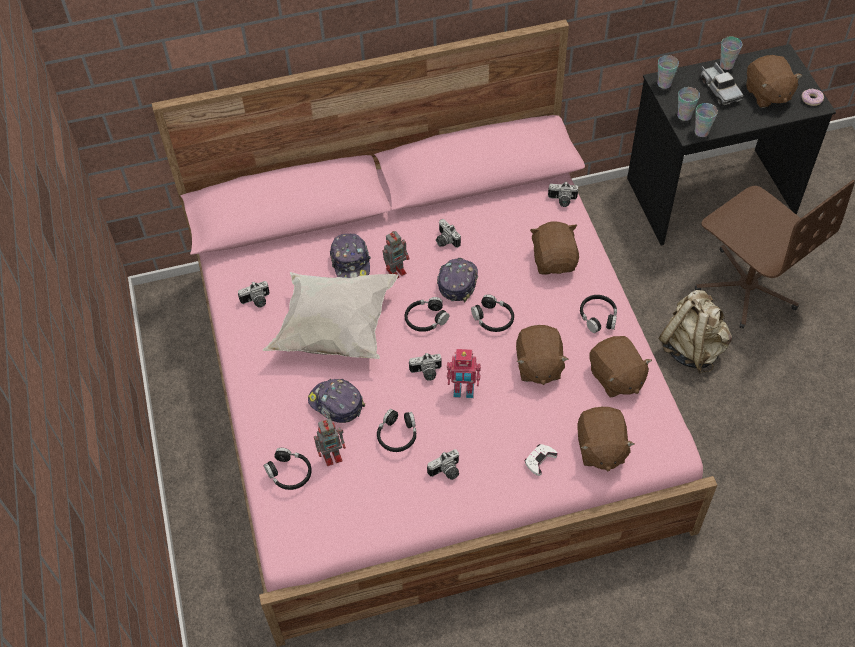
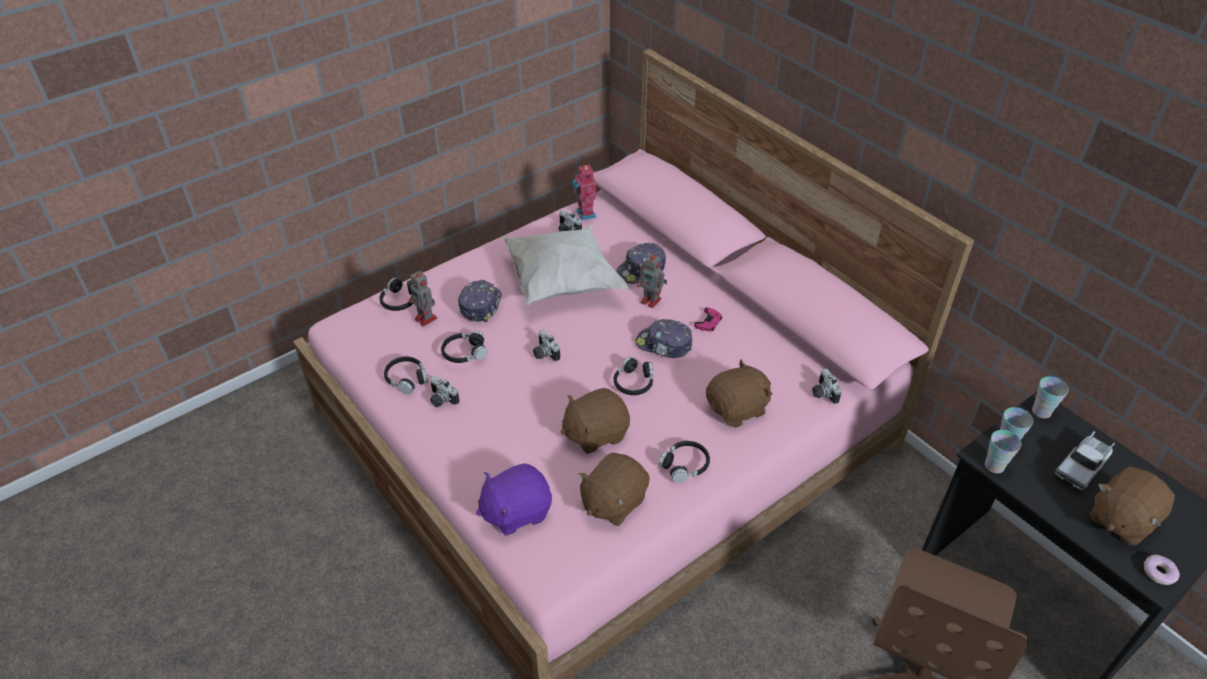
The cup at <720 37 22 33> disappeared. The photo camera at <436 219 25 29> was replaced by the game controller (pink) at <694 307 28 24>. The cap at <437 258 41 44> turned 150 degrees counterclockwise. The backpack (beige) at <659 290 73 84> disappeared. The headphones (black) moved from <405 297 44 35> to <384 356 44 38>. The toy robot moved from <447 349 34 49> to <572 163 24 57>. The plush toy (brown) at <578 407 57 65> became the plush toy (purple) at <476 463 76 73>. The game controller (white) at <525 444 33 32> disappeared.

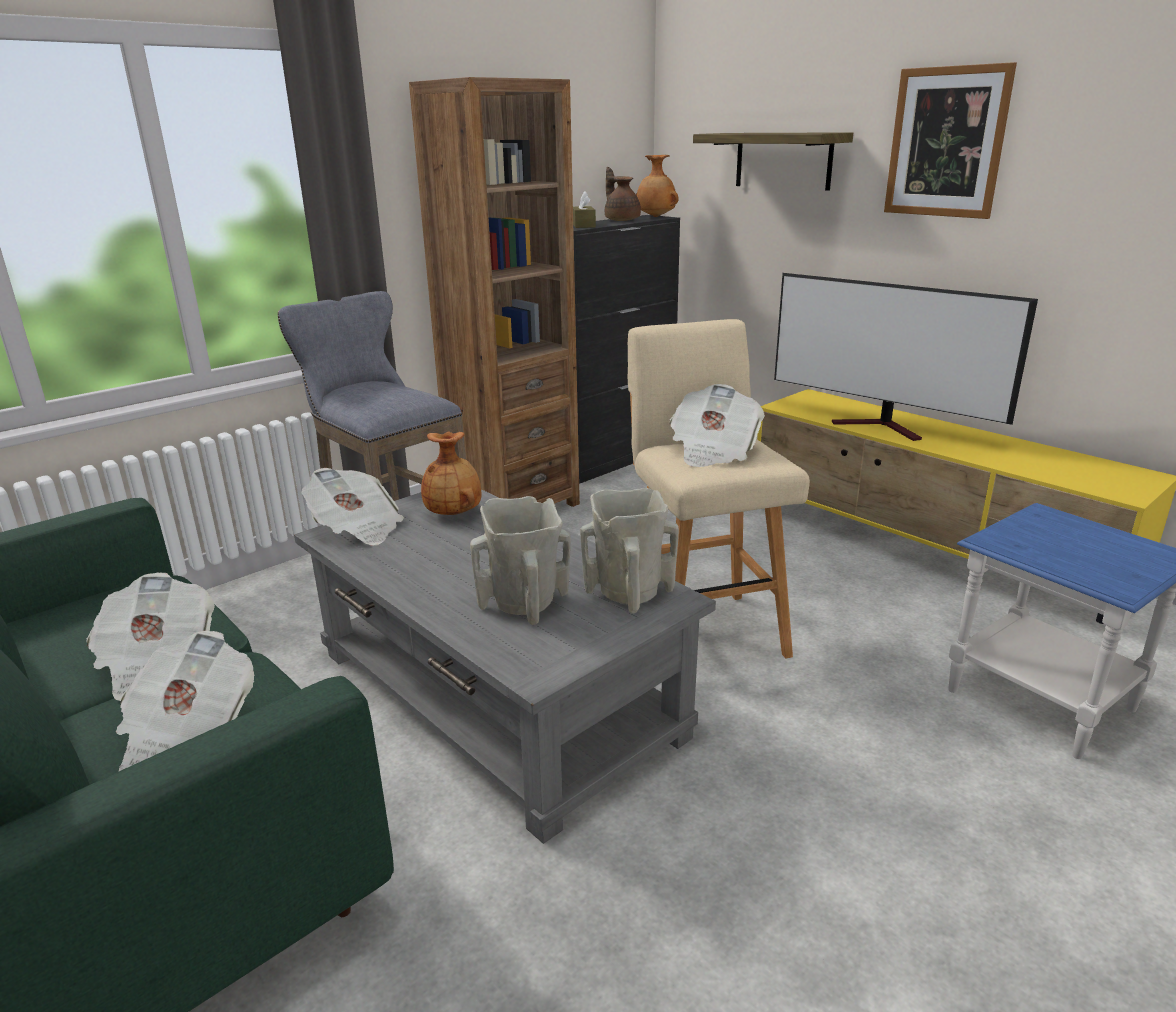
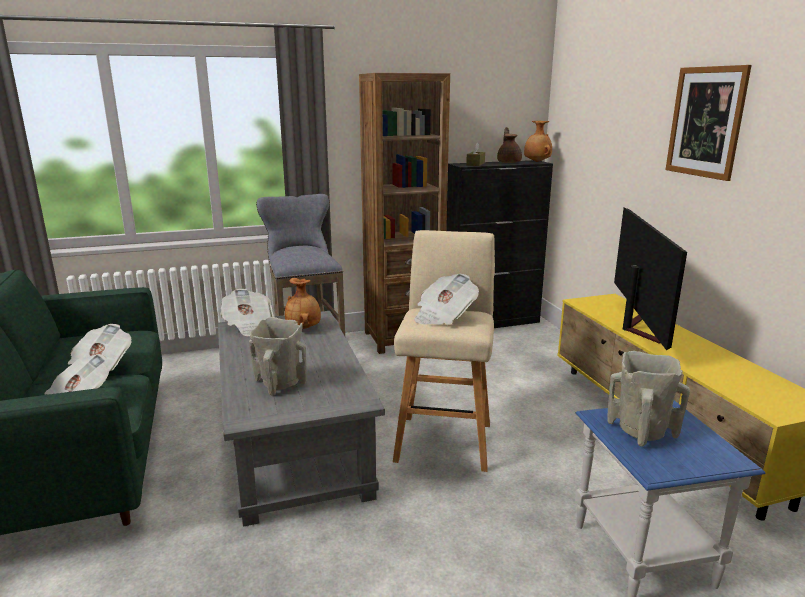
The shelf at <693 132 160 59> disappeared. The television at <774 273 264 168> turned 150 degrees counterclockwise. The vase (beige) moved from <580 488 99 126> to <607 351 83 96>.

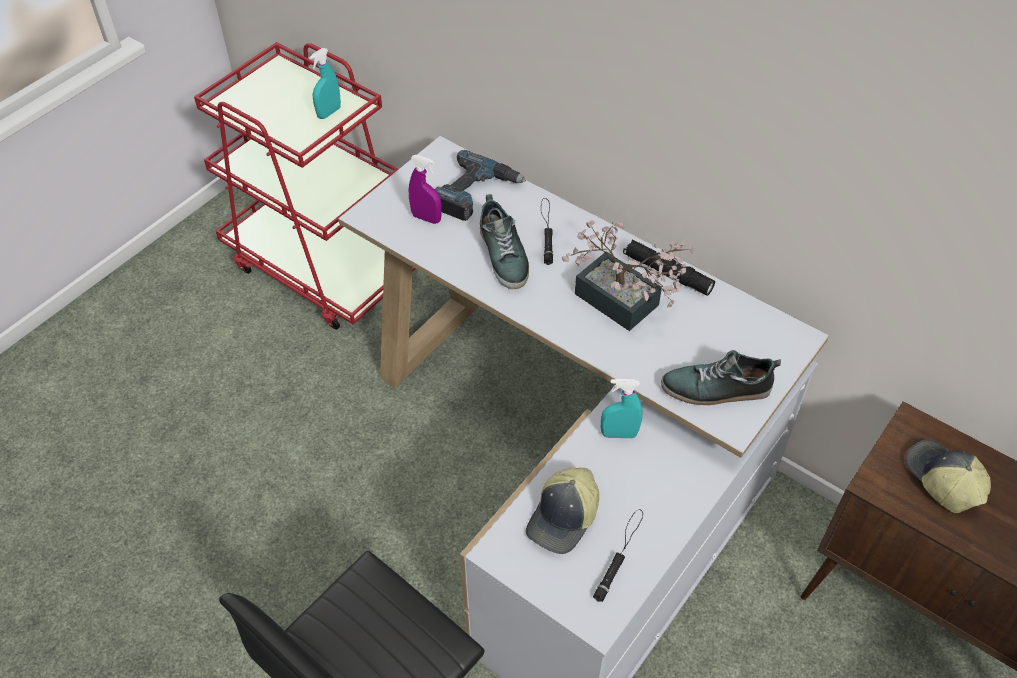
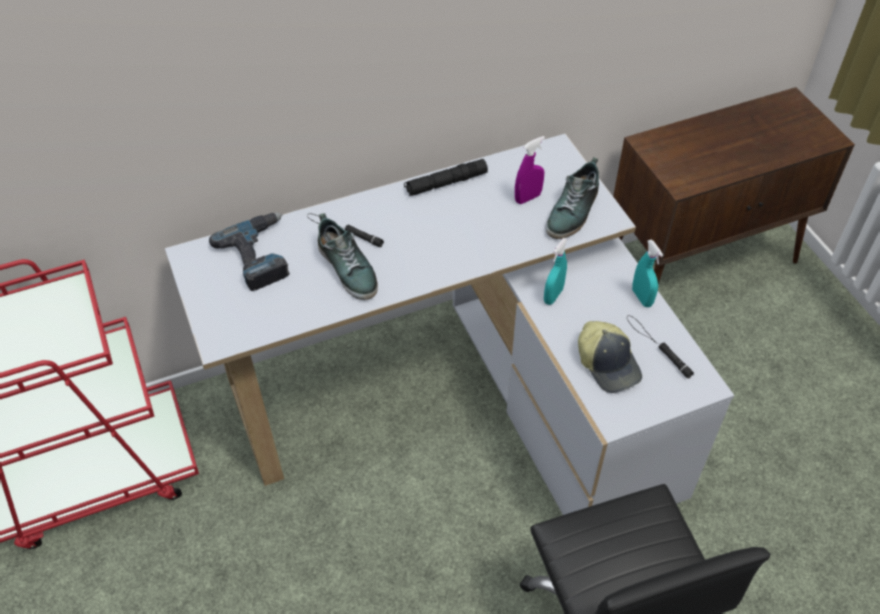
The spray bottle (turquoise) moved from <309 48 32 71> to <632 240 31 67>. The spray bottle (purple) moved from <409 155 33 69> to <515 136 30 68>. The shoe at <480 194 49 95> turned 45 degrees clockwise. The potted plant at <562 221 132 110> disappeared. The cap at <905 440 86 73> disappeared.

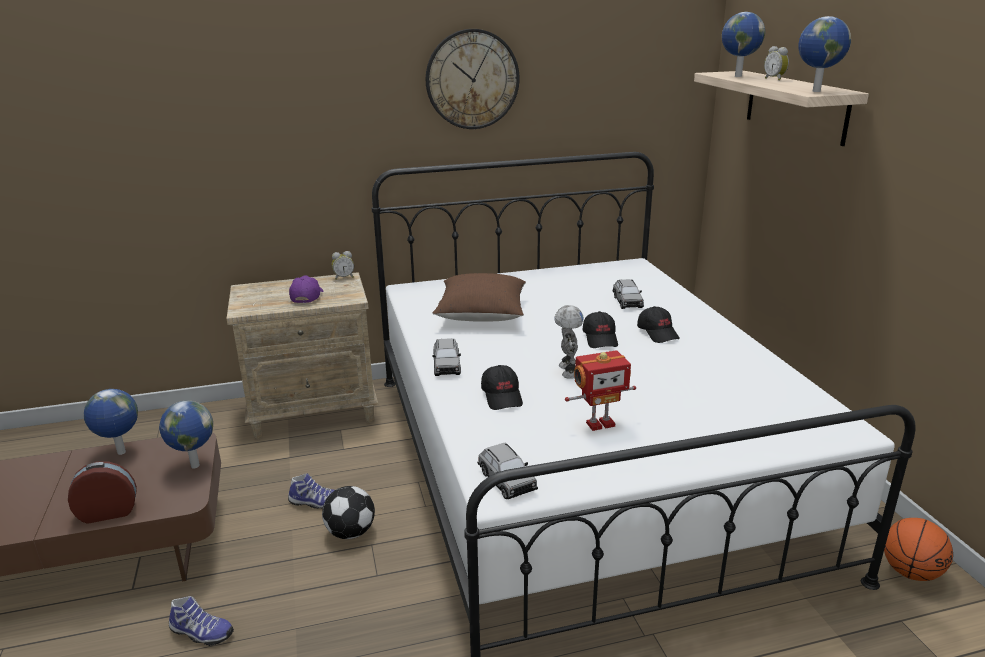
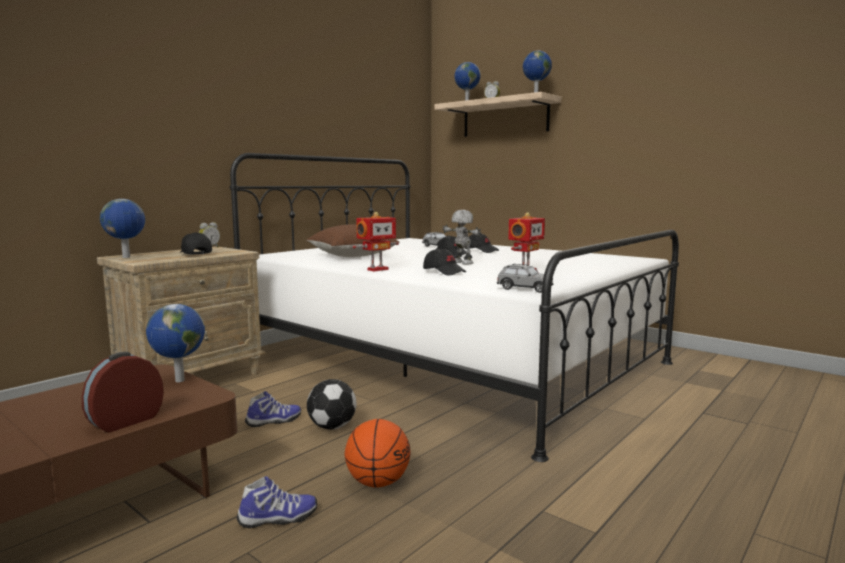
The wall clock at <426 29 93 100> disappeared. The cap (purple) at <289 275 35 28> became the cap (black) at <180 233 32 22>. The toy car (grey) at <432 338 29 38> was replaced by the toy robot at <353 212 46 59>. The globe moved from <84 389 54 66> to <100 199 45 59>. The basketball moved from <884 518 69 63> to <345 419 66 69>.

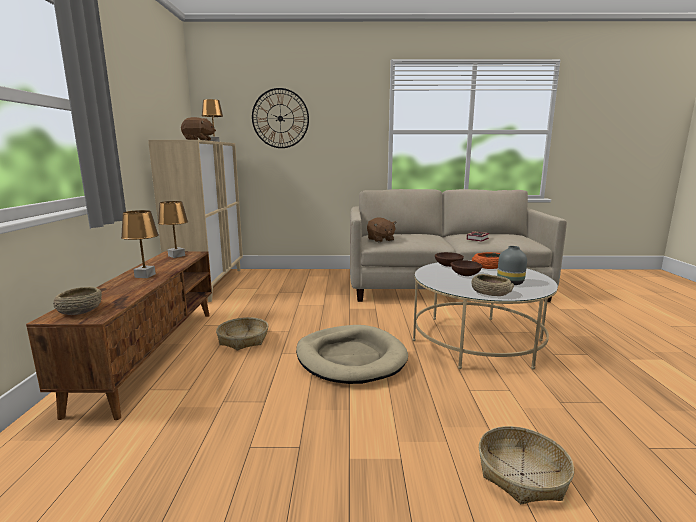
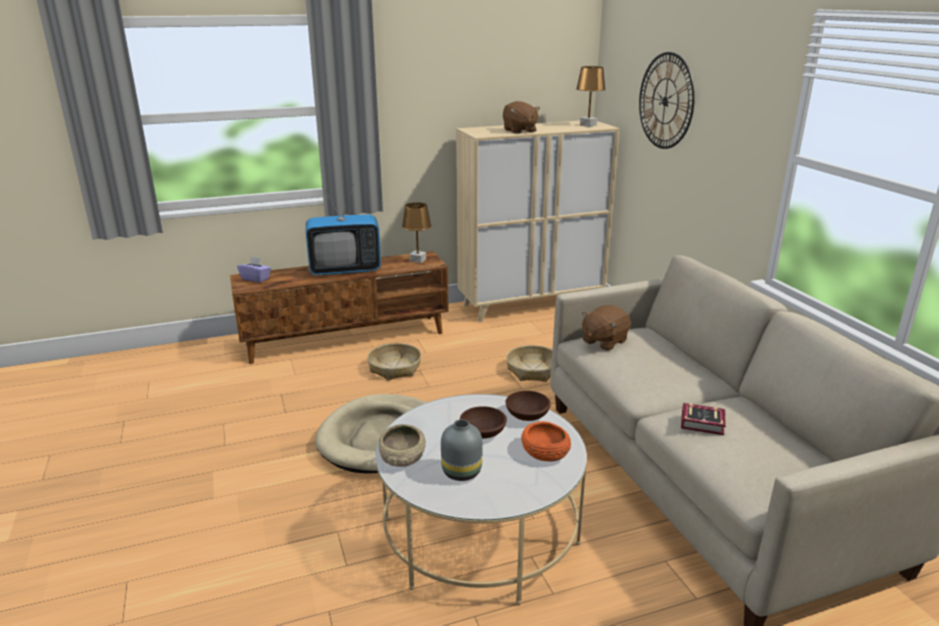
The table lamp (brown) at <121 210 38 68> was replaced by the television at <306 184 75 91>. The bowl (beige) at <53 287 49 28> was replaced by the tissue box (purple) at <237 257 34 26>. The basket moved from <479 426 95 78> to <506 345 47 37>.

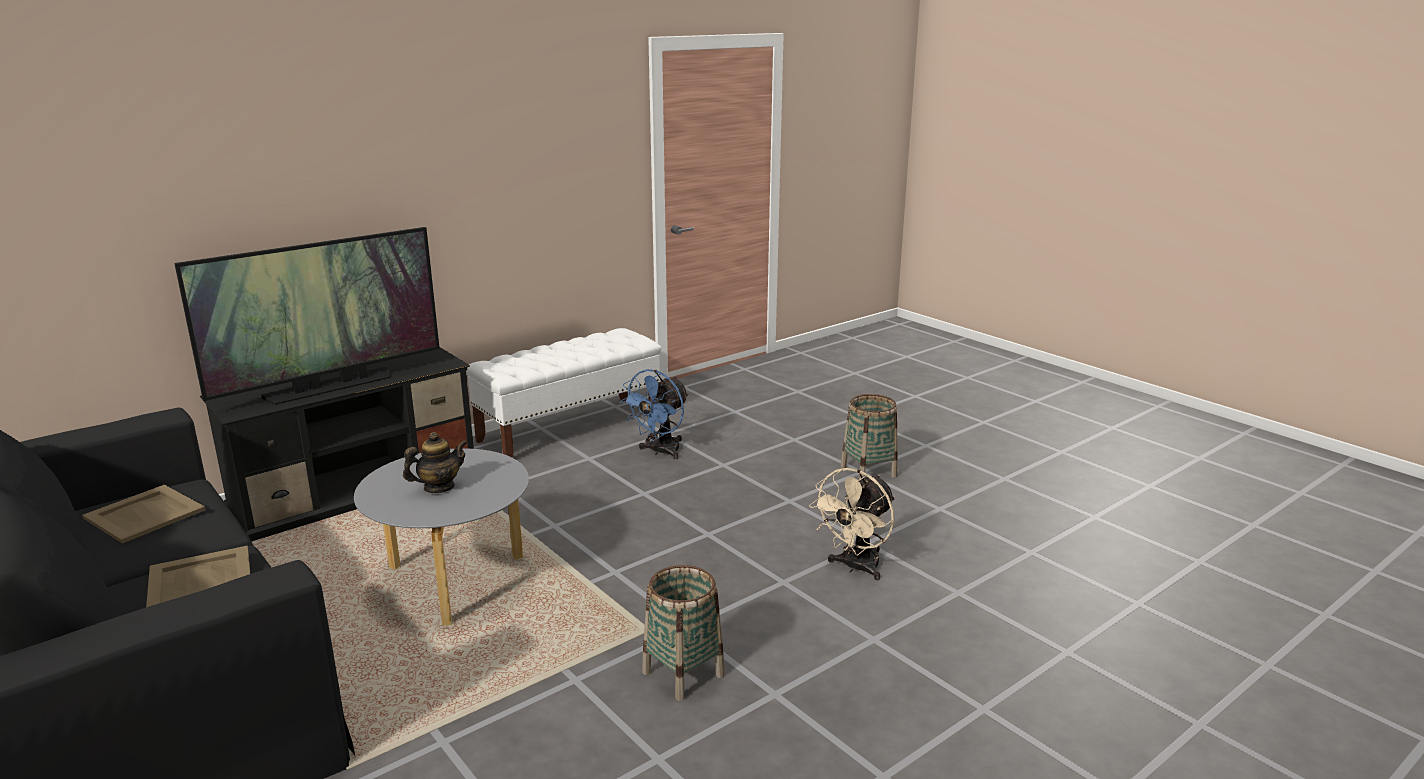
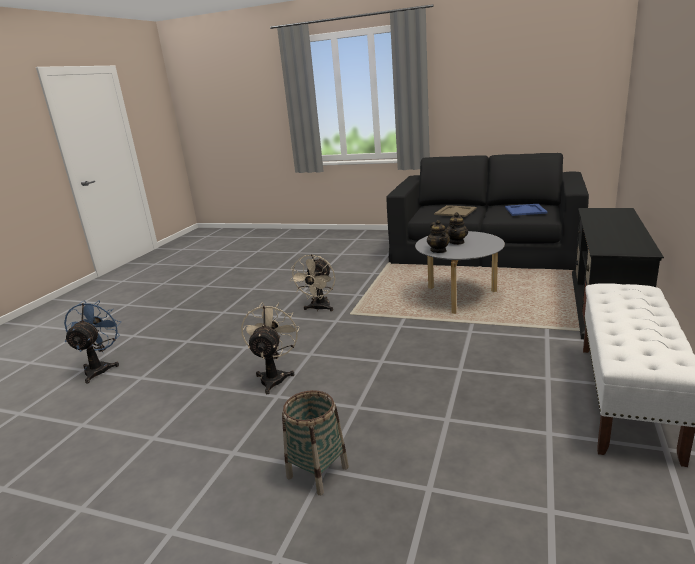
The television at <174 227 266 178> disappeared. The fan (blue) moved from <620 369 69 90> to <64 300 57 84>. The tray (beige) at <82 485 123 59> became the tray (blue) at <505 204 43 12>. The basket at <642 565 83 136> was replaced by the fan (beige) at <289 254 46 57>. The teapot at <427 220 23 33> appeared.

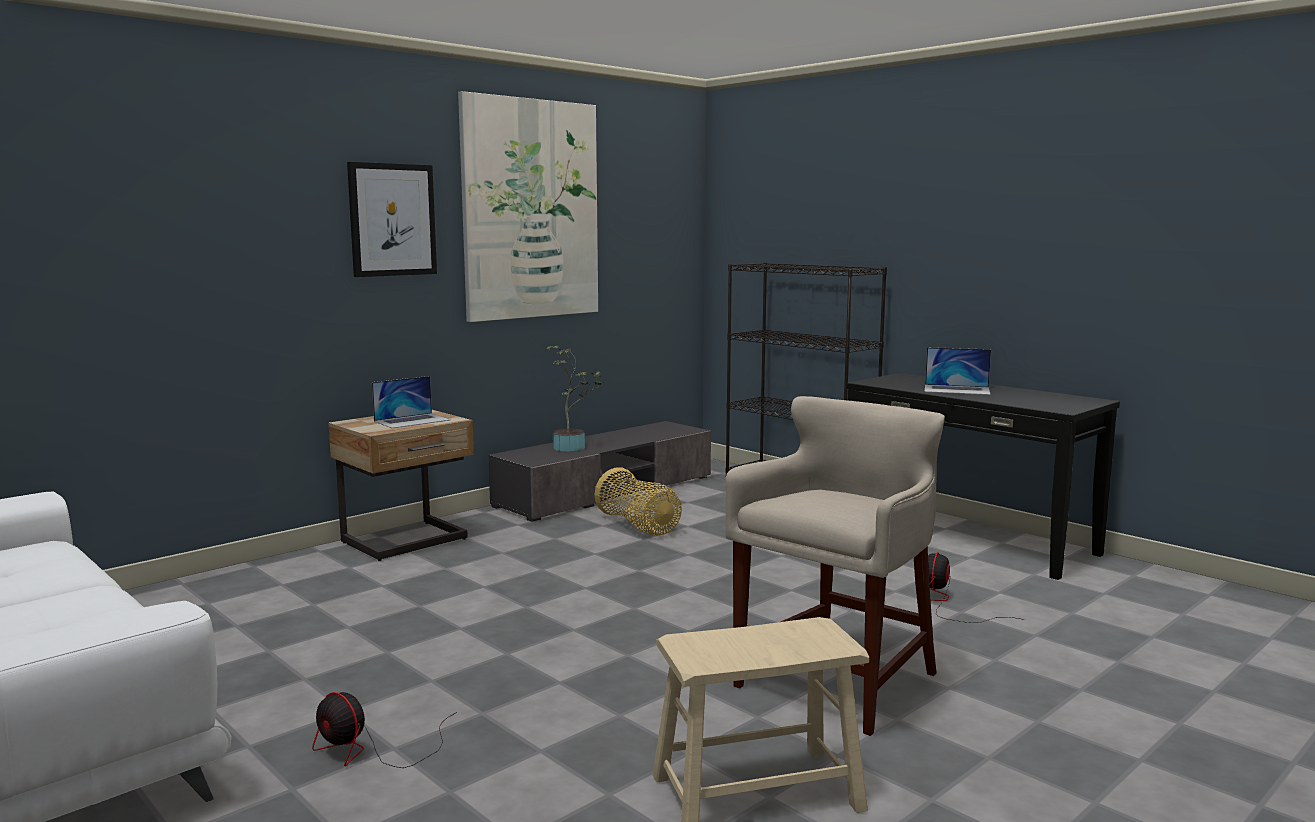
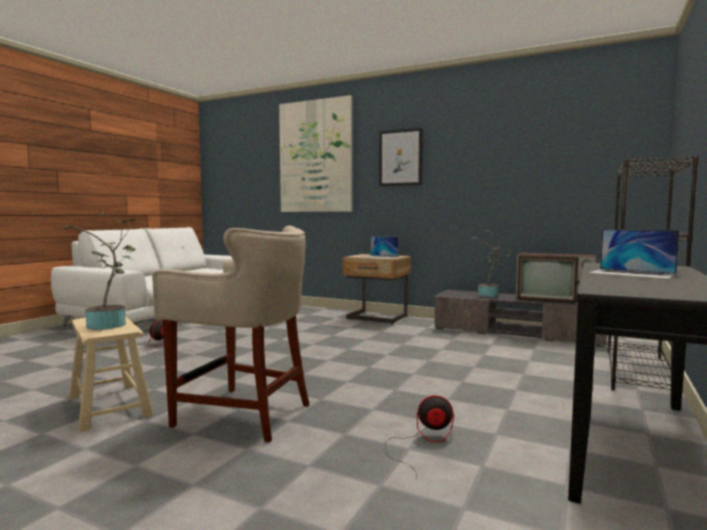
The picture moved from <458 91 140 231> to <279 95 74 117>. The laptop at <925 347 66 48> turned 45 degrees counterclockwise. The basket at <595 467 87 68> disappeared. The potted plant at <61 213 75 117> appeared. The television at <516 253 80 52> appeared.

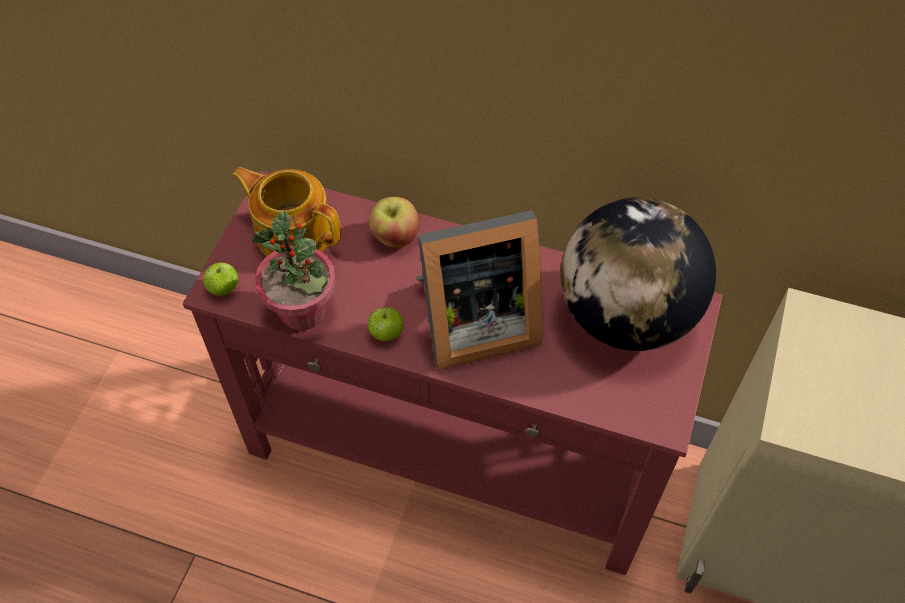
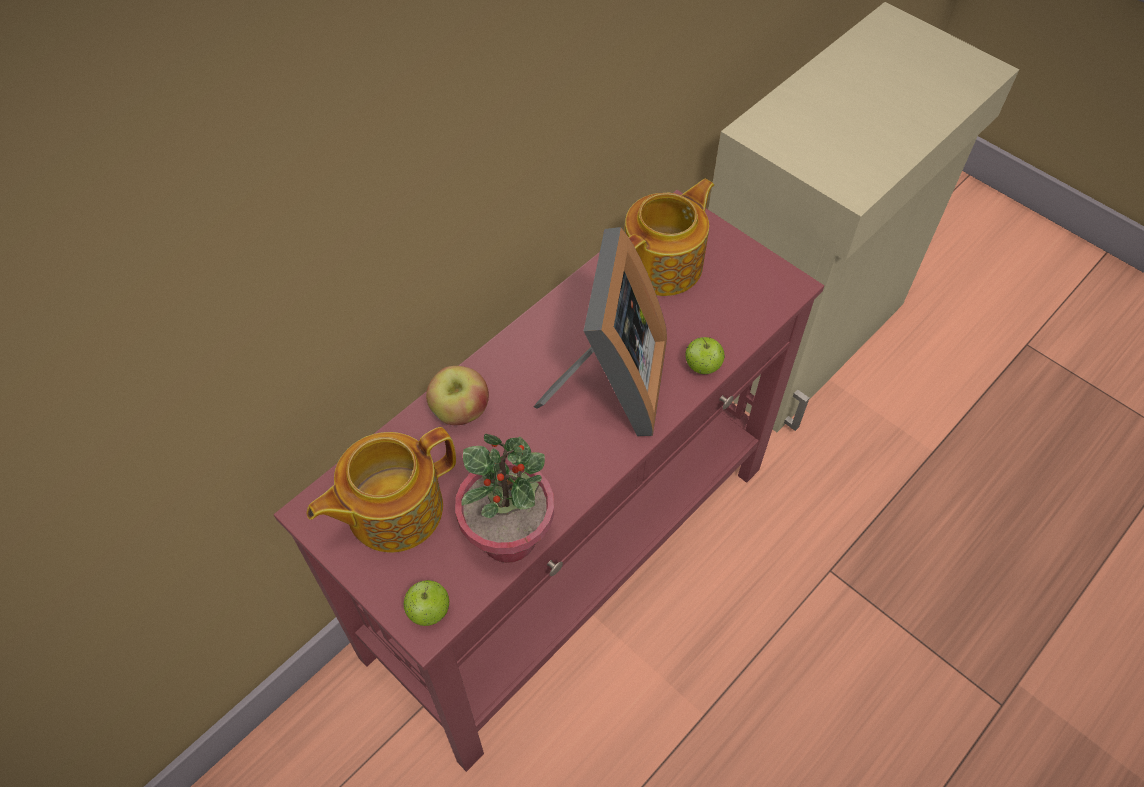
The globe at <561 197 155 154> was replaced by the teapot at <624 179 90 117>. The apple moved from <368 307 35 34> to <685 337 40 37>.

